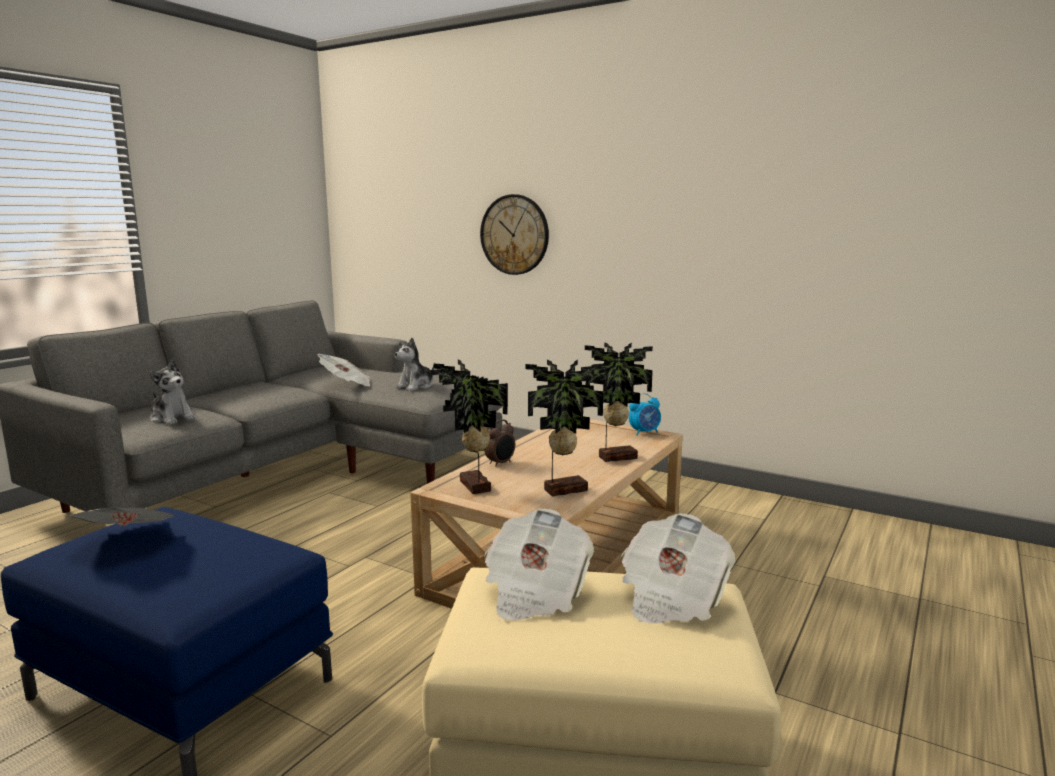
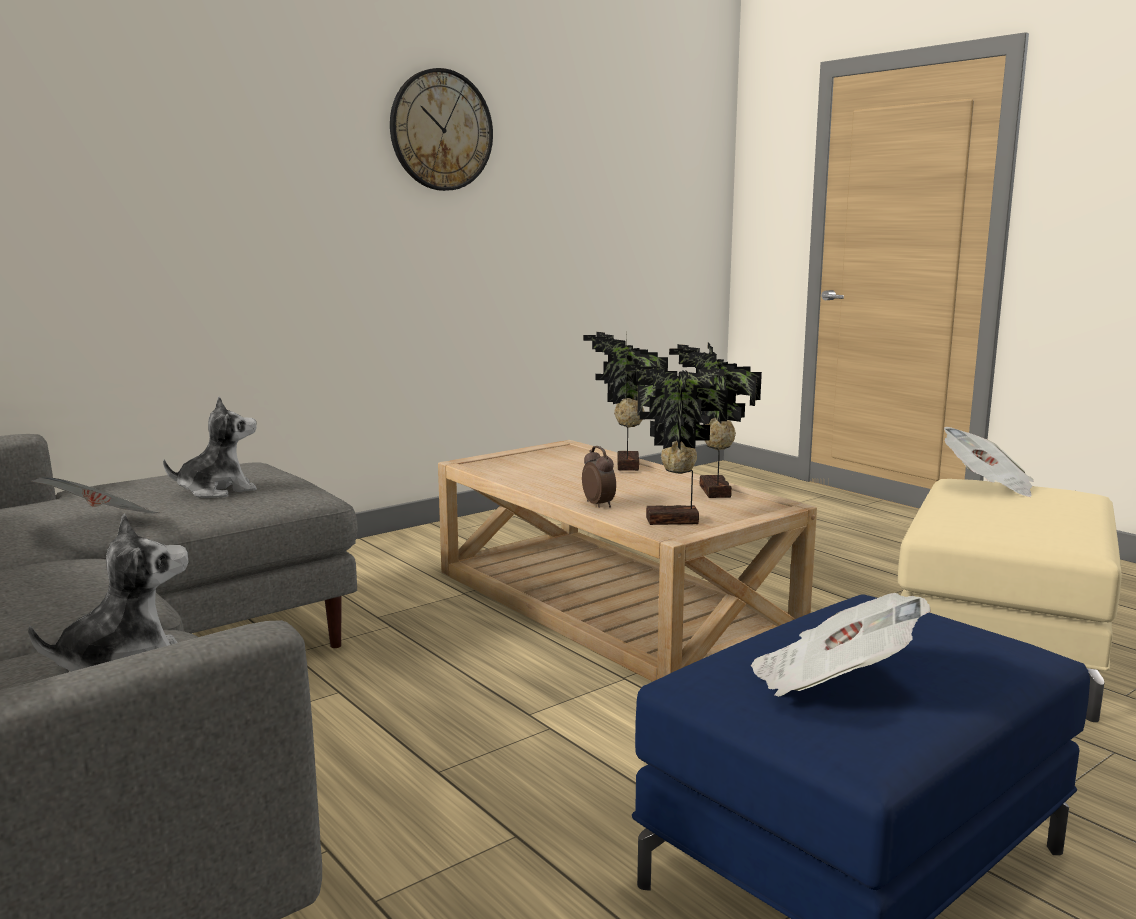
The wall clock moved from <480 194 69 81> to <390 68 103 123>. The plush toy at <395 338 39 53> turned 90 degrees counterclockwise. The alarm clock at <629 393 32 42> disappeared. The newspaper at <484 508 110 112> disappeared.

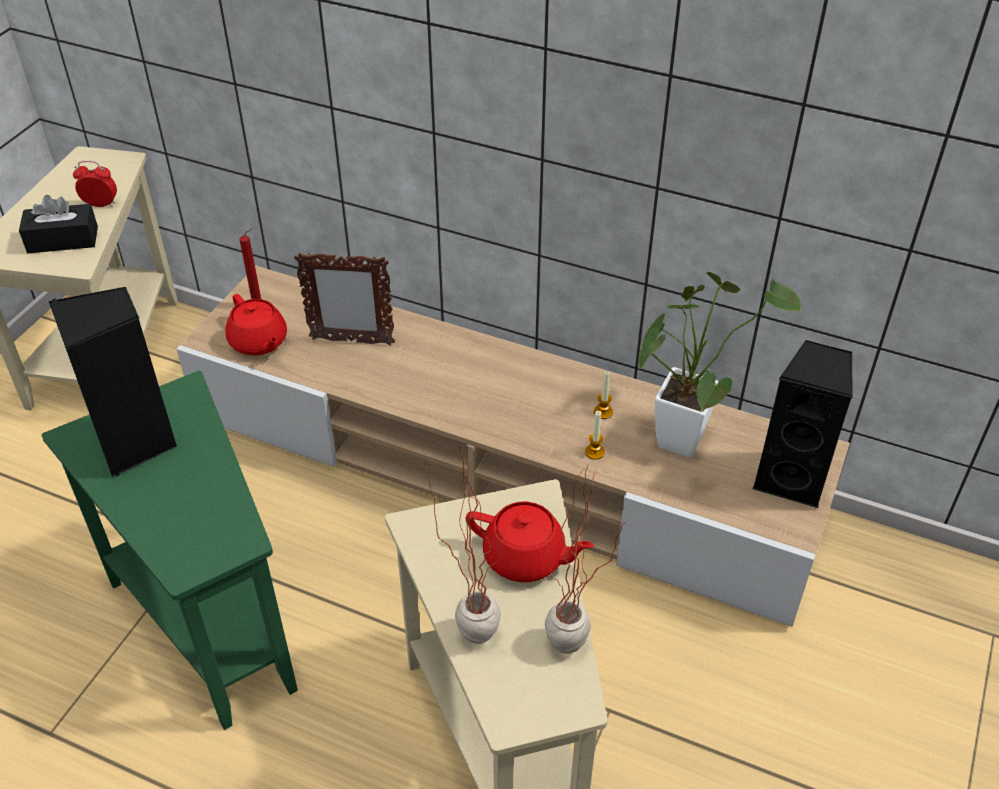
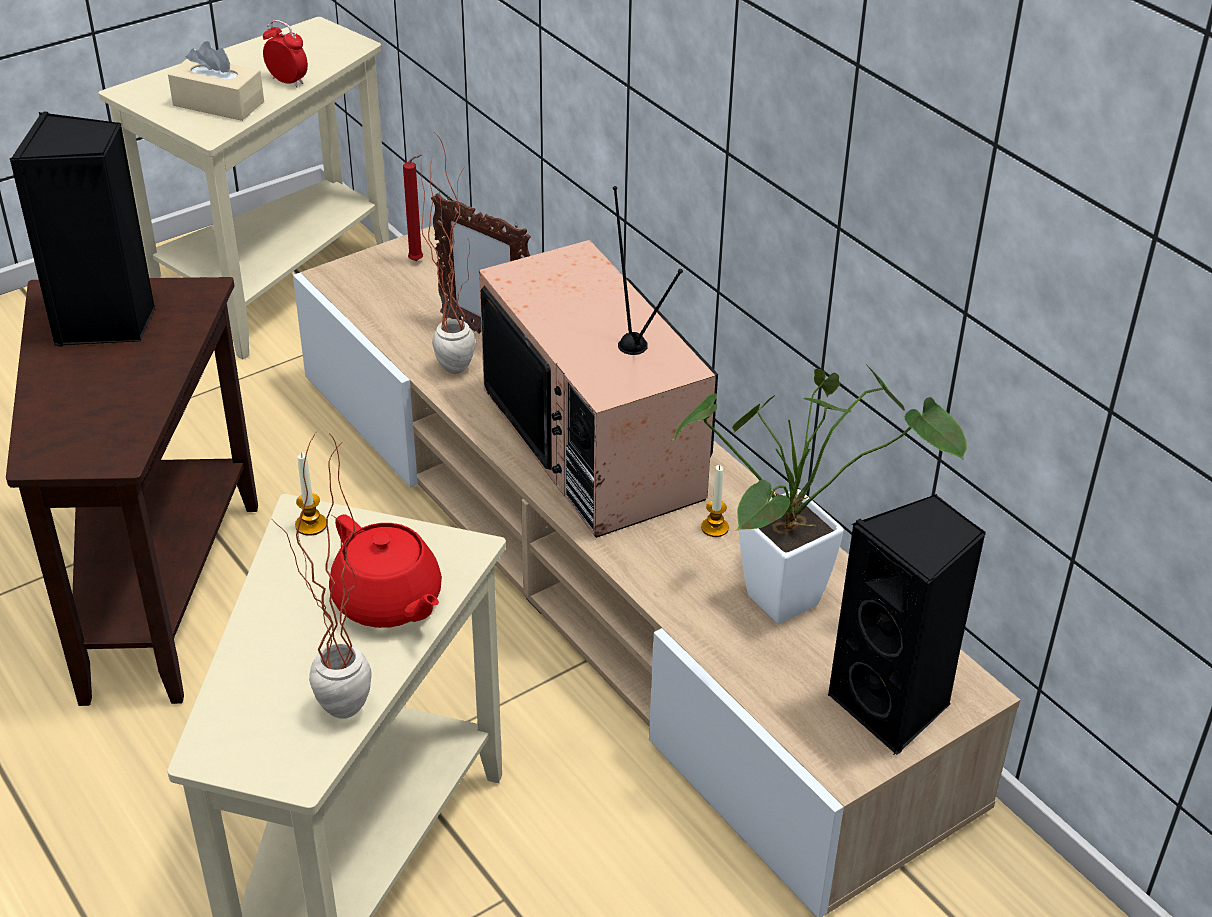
The tissue box (black) at <19 195 79 58> became the tissue box (beige) at <168 41 96 80>. The teapot (red) at <225 294 62 61> disappeared. The side table (green) at <42 371 256 359> became the side table (brown) at <6 277 252 429>. The candle moved from <585 411 20 49> to <295 453 31 83>. The potted plant moved from <426 446 78 198> to <421 133 54 241>. The television at <479 186 239 352> appeared.

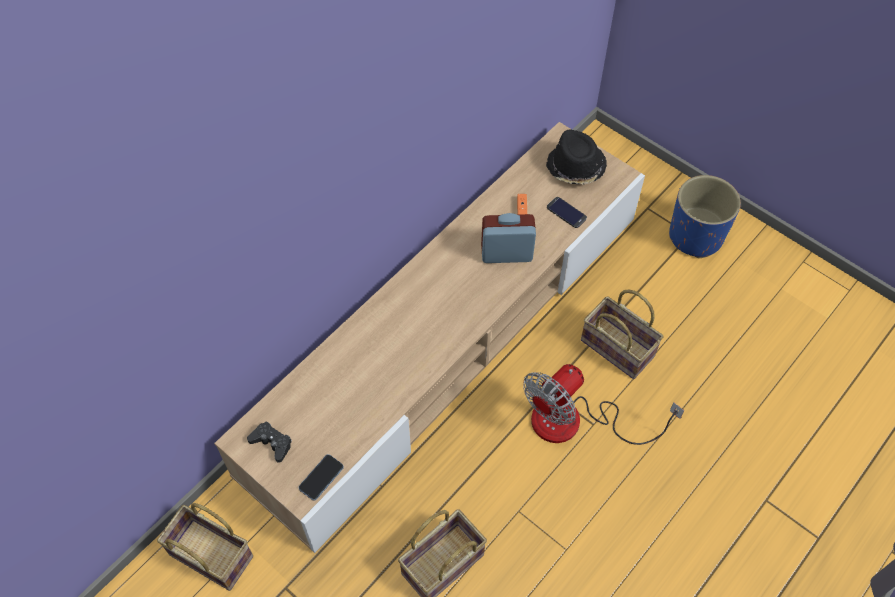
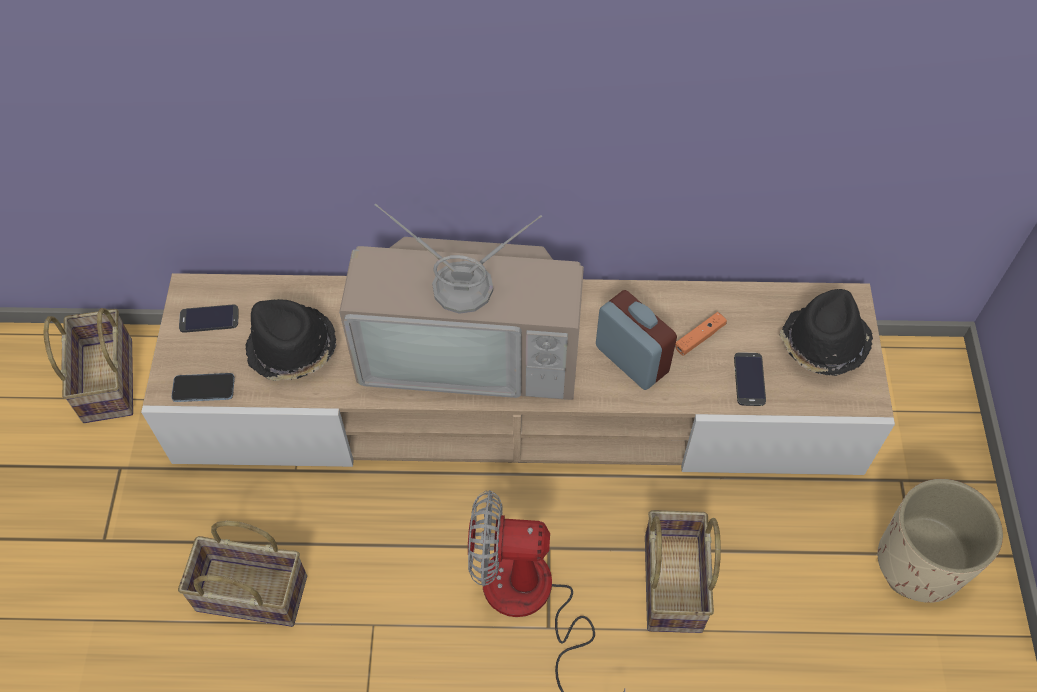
The planter (blue) at <669 175 72 83> became the planter (beige) at <878 479 125 124>. The game controller (black) at <247 422 45 41> was replaced by the phone at <179 305 60 28>. The television at <339 204 245 196> appeared. The hat (black) at <245 299 91 82> appeared.

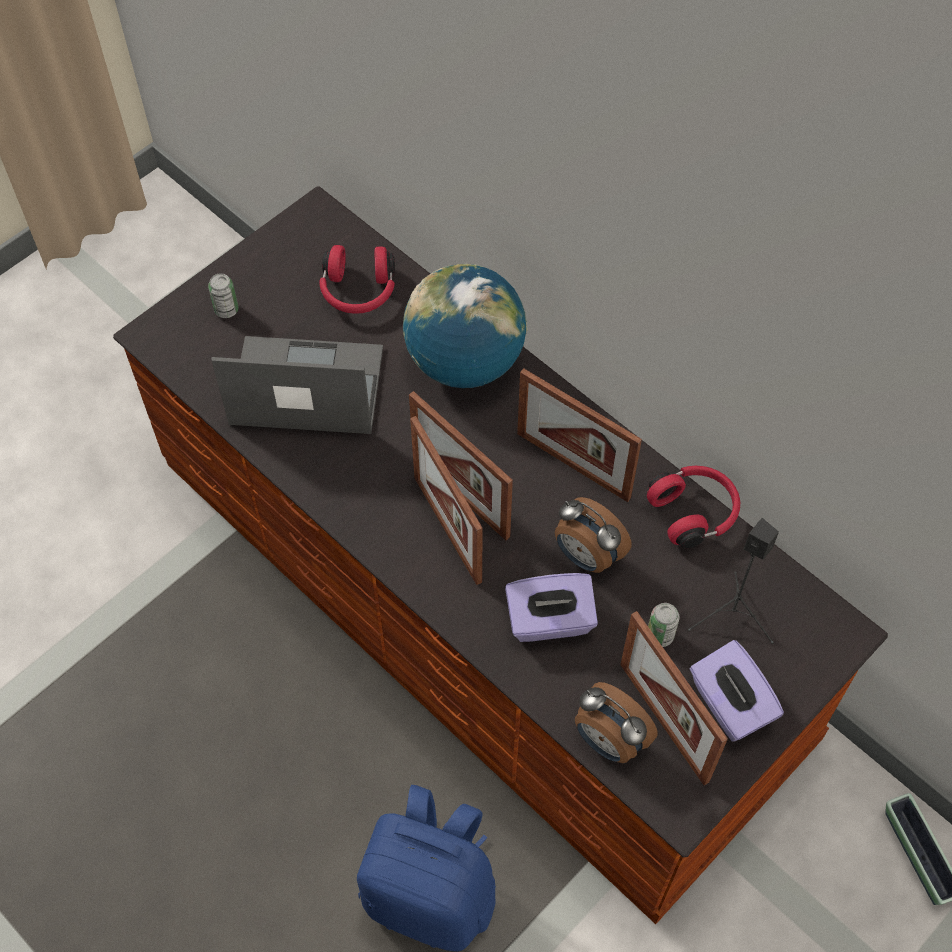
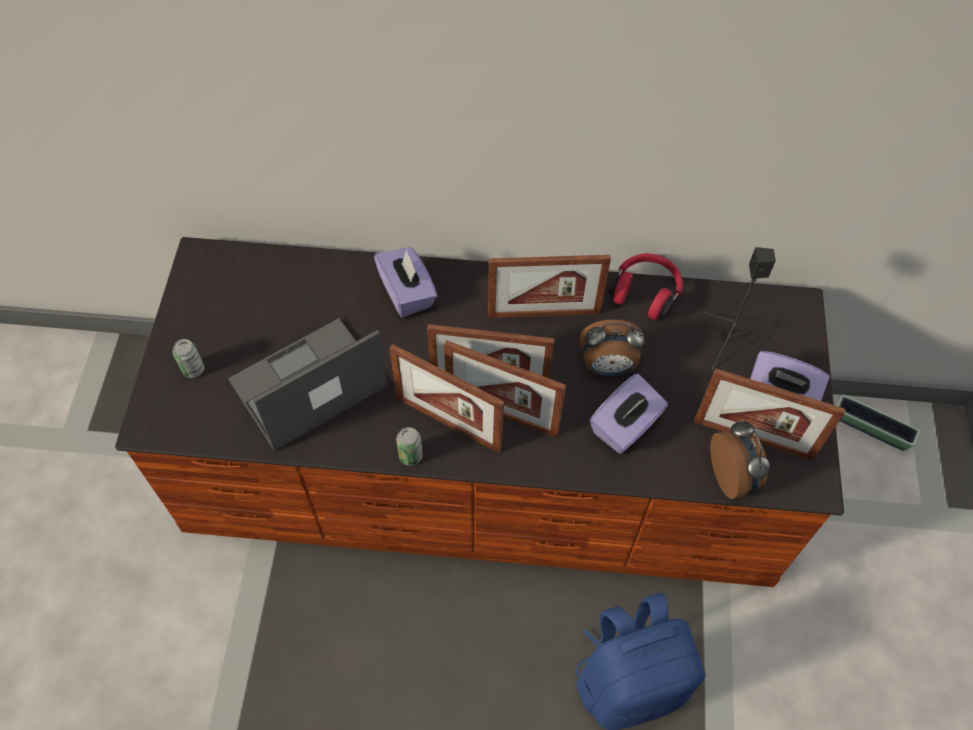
The headphones (red) at <319 245 76 69> disappeared. The globe at <403 264 125 124> was replaced by the tissue box (purple) at <374 247 63 70>. The can moved from <648 603 31 44> to <396 427 27 39>. The alarm clock at <575 682 83 81> turned 105 degrees counterclockwise. The picture frame at <389 344 115 109> appeared.

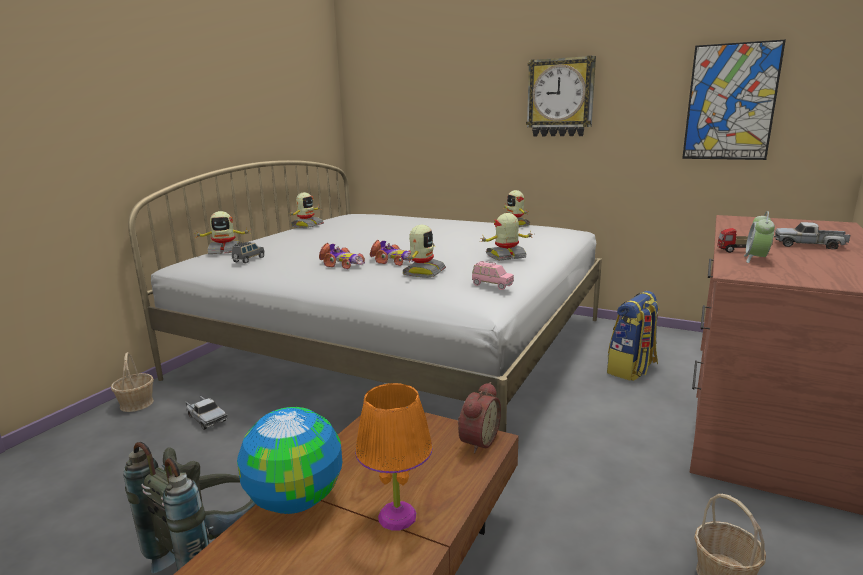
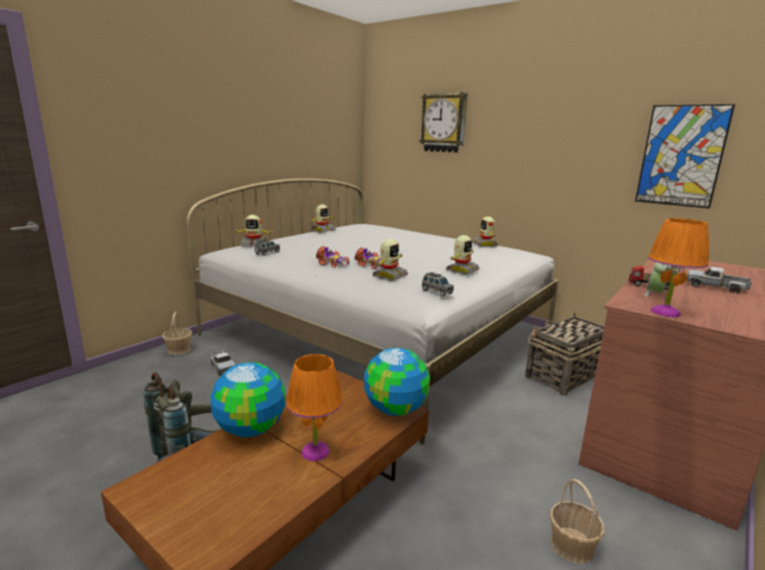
The wall clock moved from <526 56 70 80> to <419 92 49 61>. The toy robot at <480 213 53 48> turned 135 degrees clockwise. The toy car (pink) at <472 261 42 29> became the toy car (grey) at <422 272 32 25>. The backpack at <607 291 52 90> was replaced by the basket at <525 312 79 84>. The alarm clock at <458 382 43 72> was replaced by the globe at <364 348 66 68>. The table lamp (orange) at <648 218 61 99> appeared.

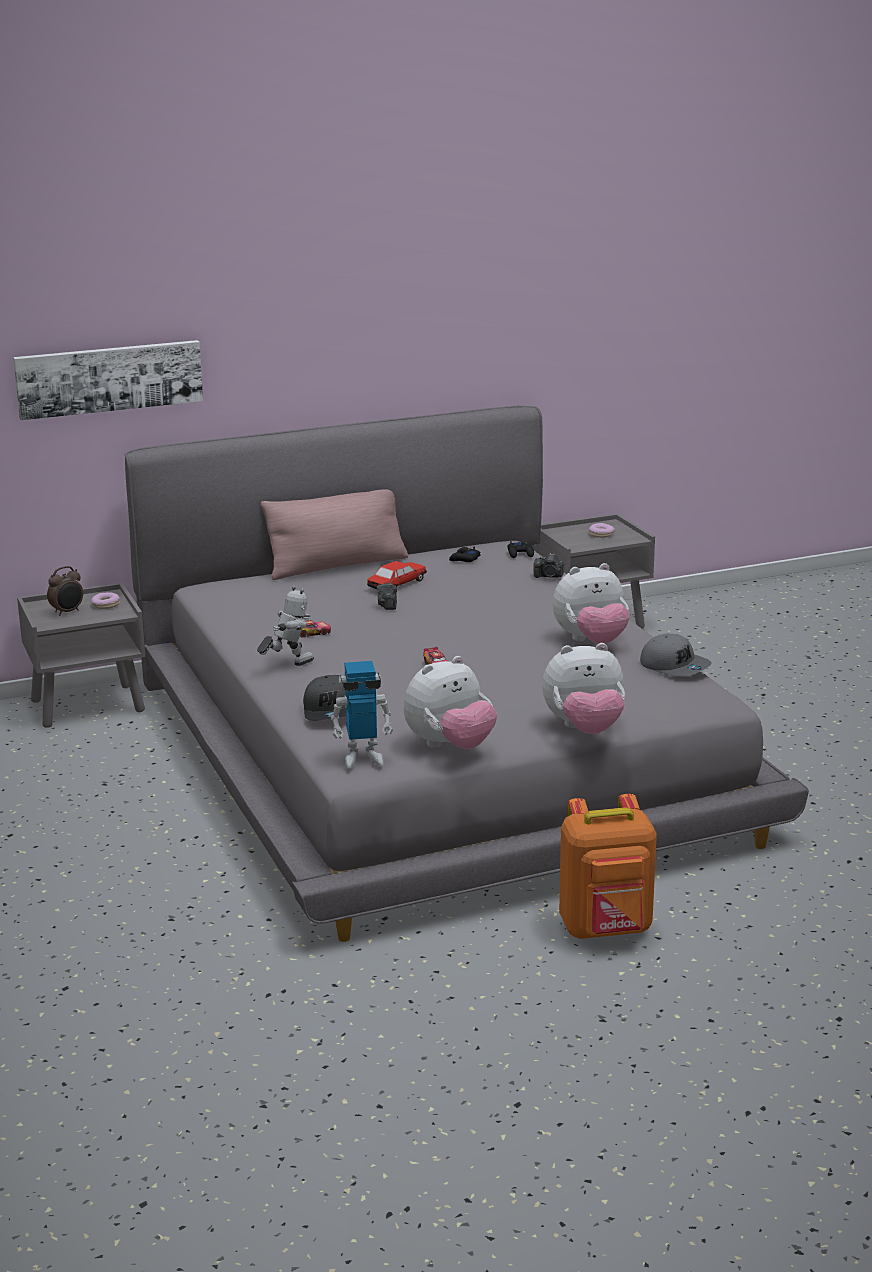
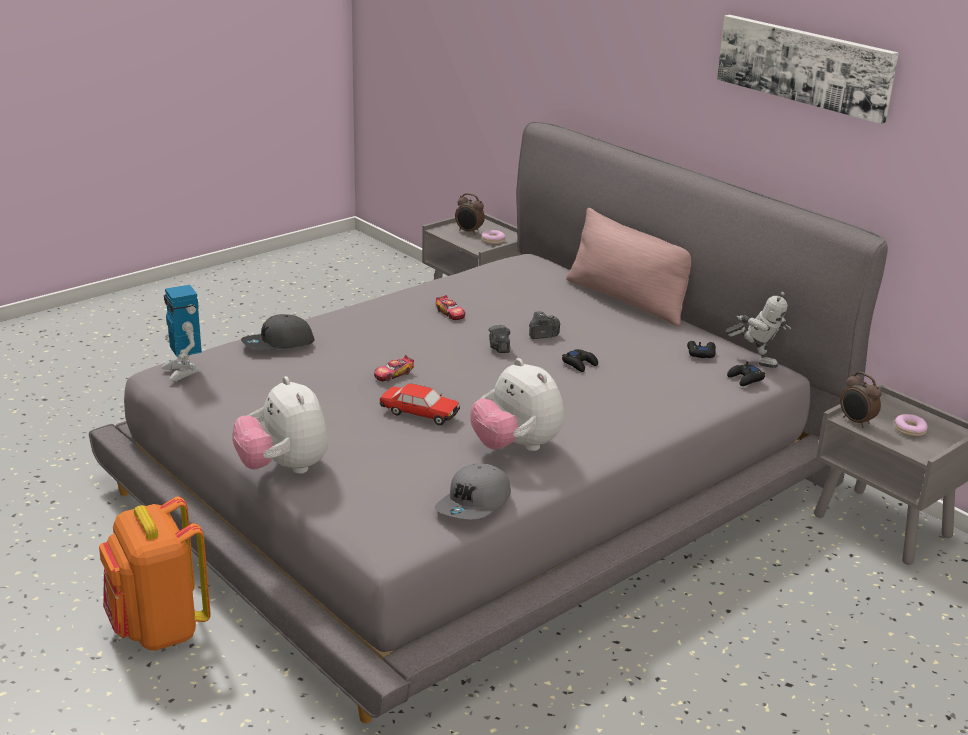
The picture moved from <13 340 190 80> to <717 15 182 109>. The photo camera moved from <533 553 31 25> to <489 325 21 28>. The toy car moved from <367 561 60 28> to <380 384 80 41>. The toy robot moved from <257 585 57 81> to <726 292 65 76>. The plush toy at <404 656 93 94> disappeared. The game controller (black) at <562 349 36 23> appeared. The alarm clock at <840 372 42 56> appeared.

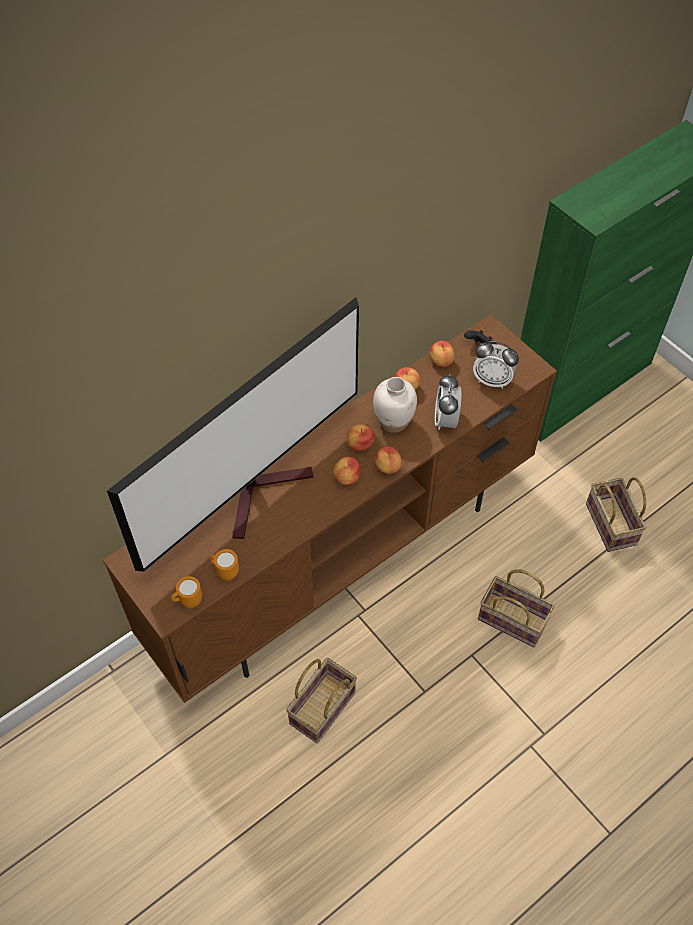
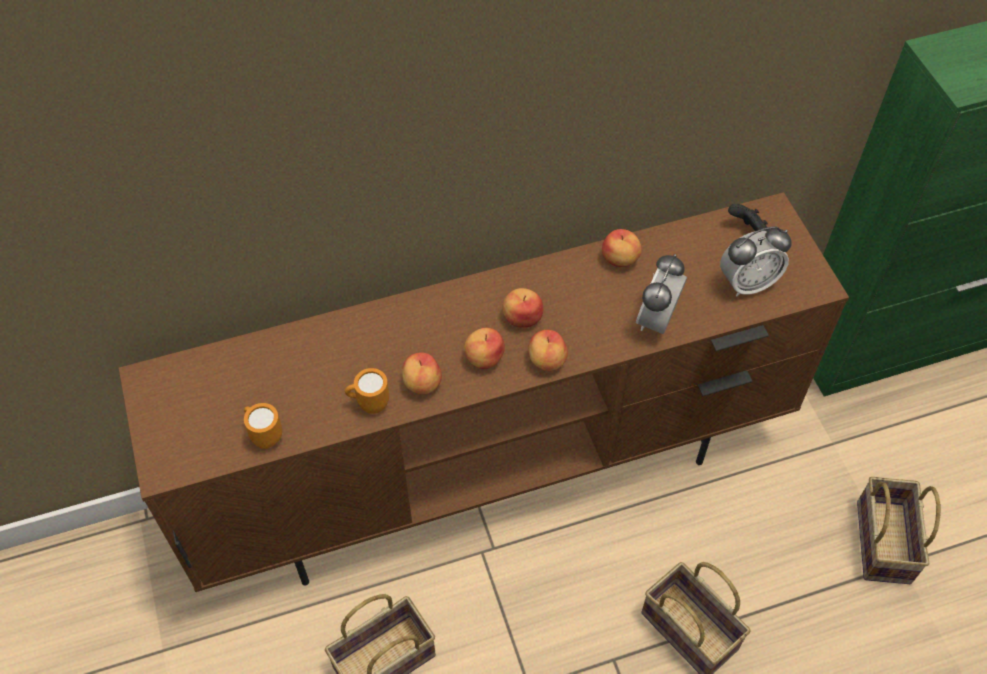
The television at <107 297 252 274> disappeared. The apple moved from <429 341 26 26> to <402 352 40 43>. The alarm clock at <473 341 46 48> turned 60 degrees counterclockwise. The vase (white) at <373 377 44 56> disappeared. The mug (orange) moved from <171 576 31 32> to <345 368 44 46>.

